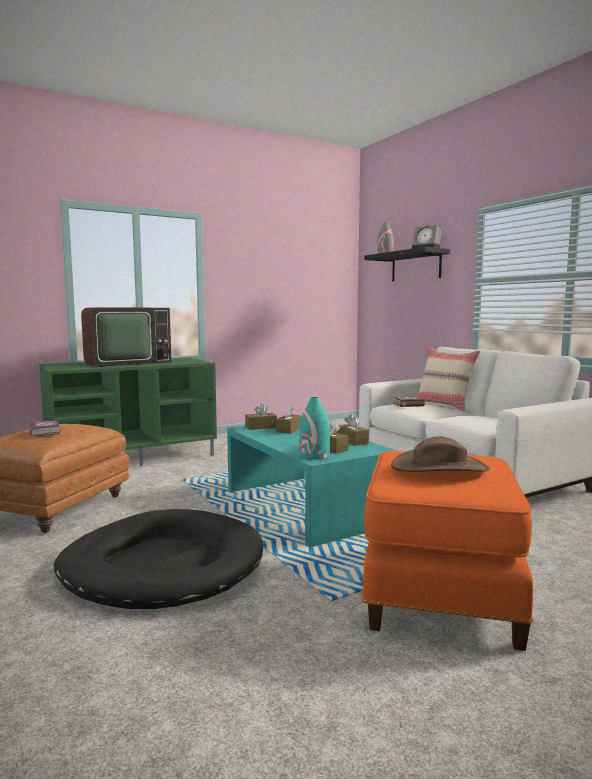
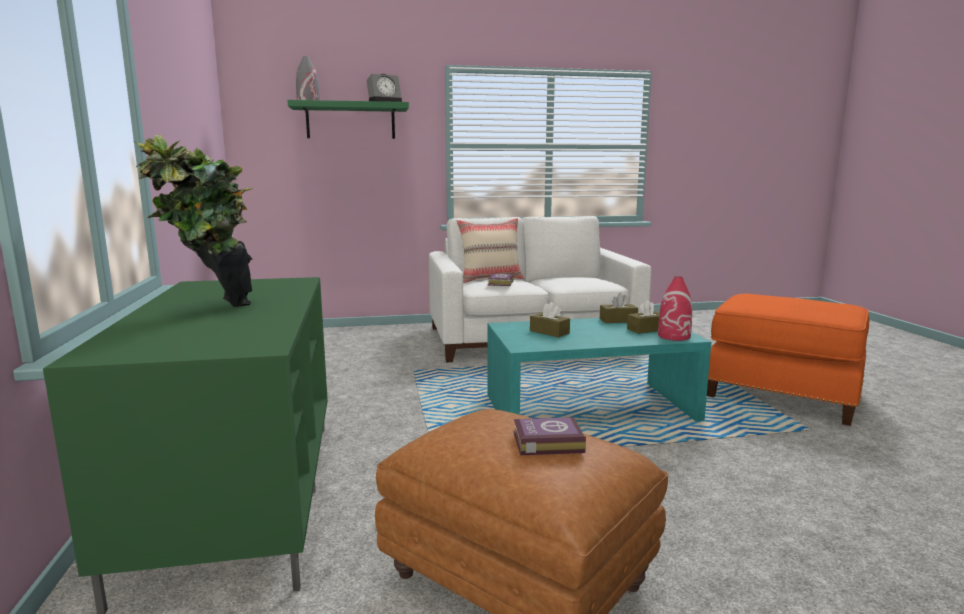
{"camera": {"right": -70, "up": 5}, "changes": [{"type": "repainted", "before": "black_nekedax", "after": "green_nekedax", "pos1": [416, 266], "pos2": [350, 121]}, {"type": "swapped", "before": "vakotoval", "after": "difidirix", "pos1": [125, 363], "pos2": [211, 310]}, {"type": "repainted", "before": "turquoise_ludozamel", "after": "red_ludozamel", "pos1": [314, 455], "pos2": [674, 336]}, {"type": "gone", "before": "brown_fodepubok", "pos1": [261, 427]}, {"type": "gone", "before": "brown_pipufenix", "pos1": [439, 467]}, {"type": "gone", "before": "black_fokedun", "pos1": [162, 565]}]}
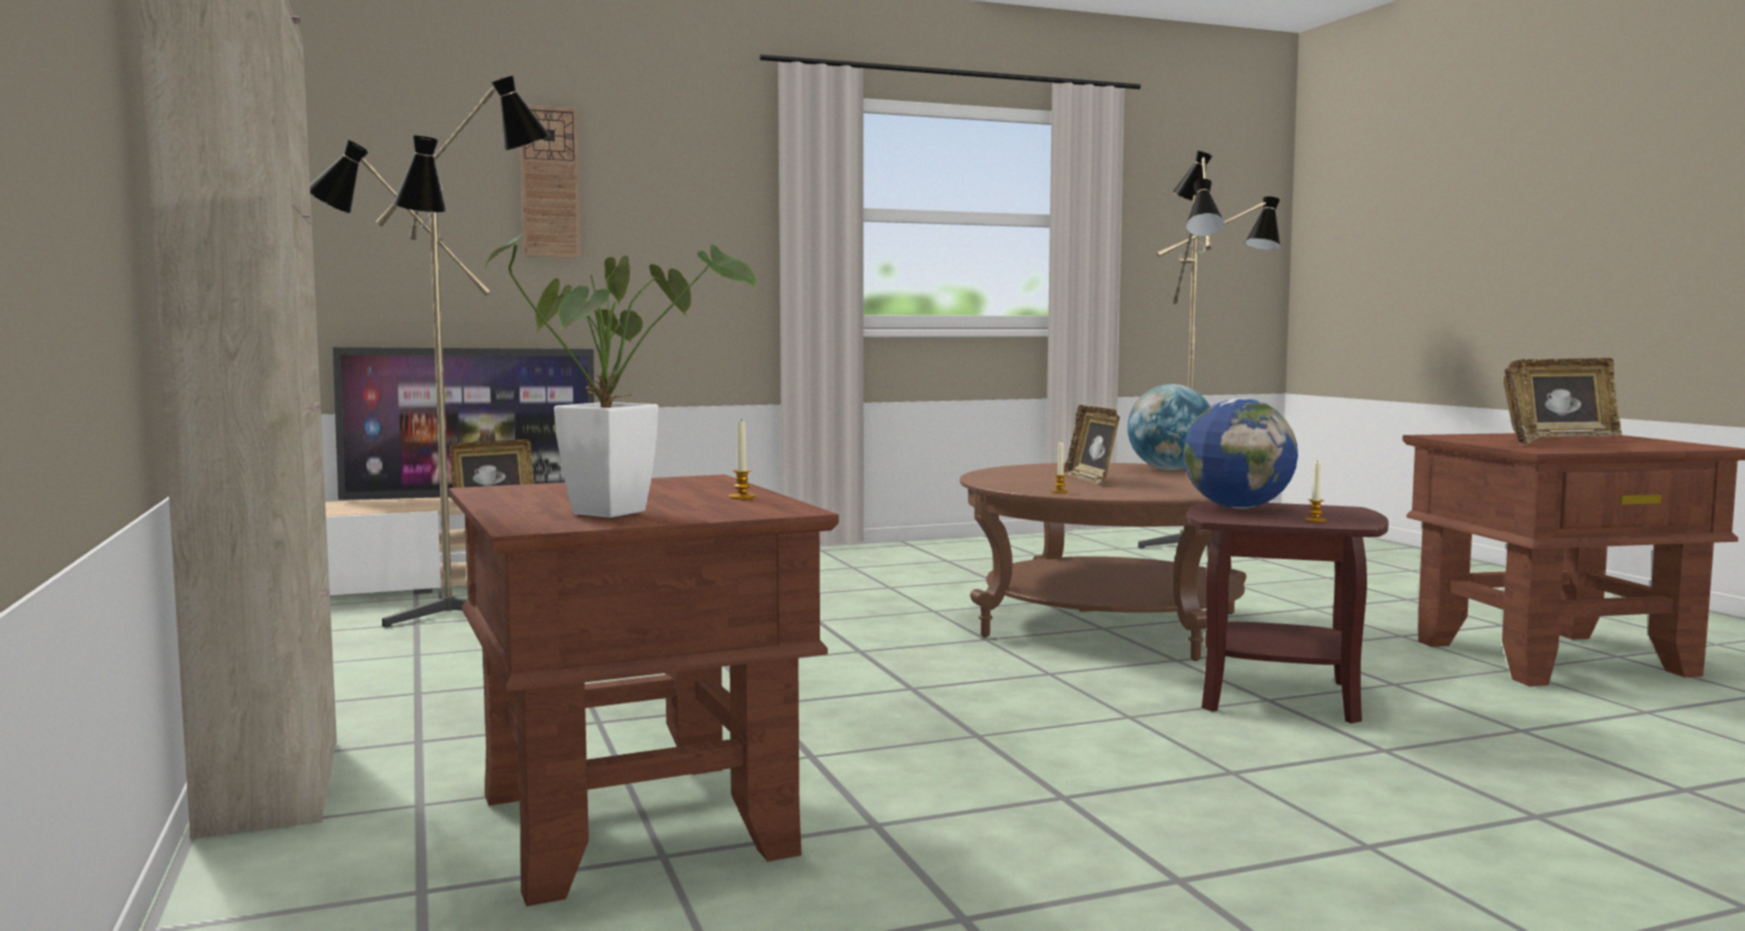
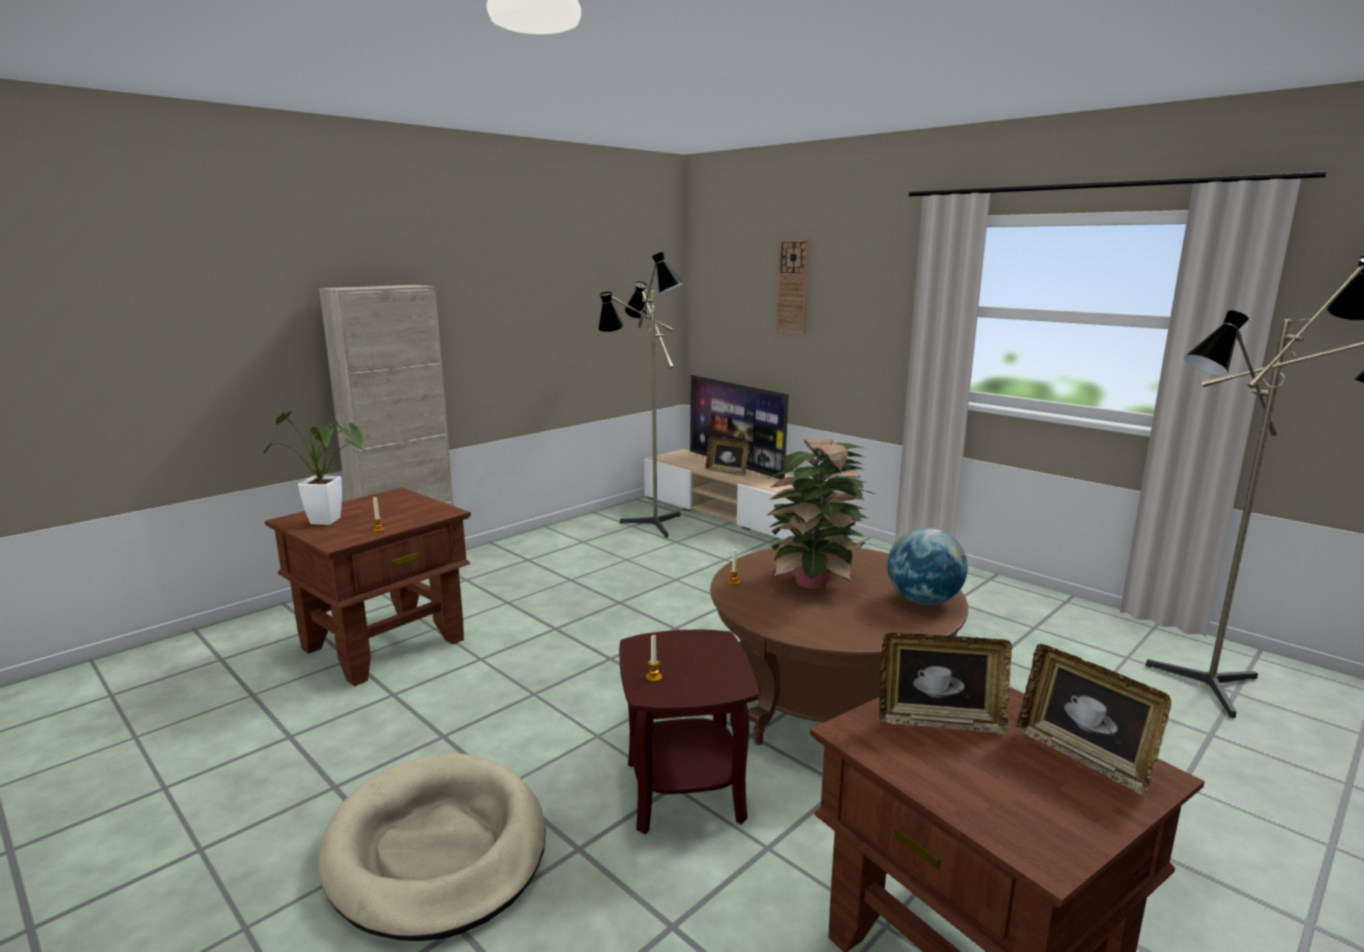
{"camera": {"right": 65, "up": 10}, "changes": [{"type": "gone", "before": "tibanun", "pos1": [1238, 508]}, {"type": "swapped", "before": "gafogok", "after": "difidirix", "pos1": [1091, 480], "pos2": [815, 583]}, {"type": "new", "after": "beige_fokedun", "pos2": [437, 850]}]}
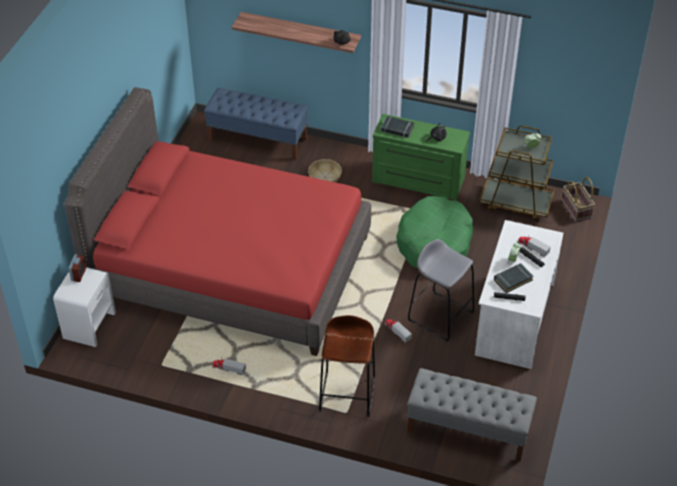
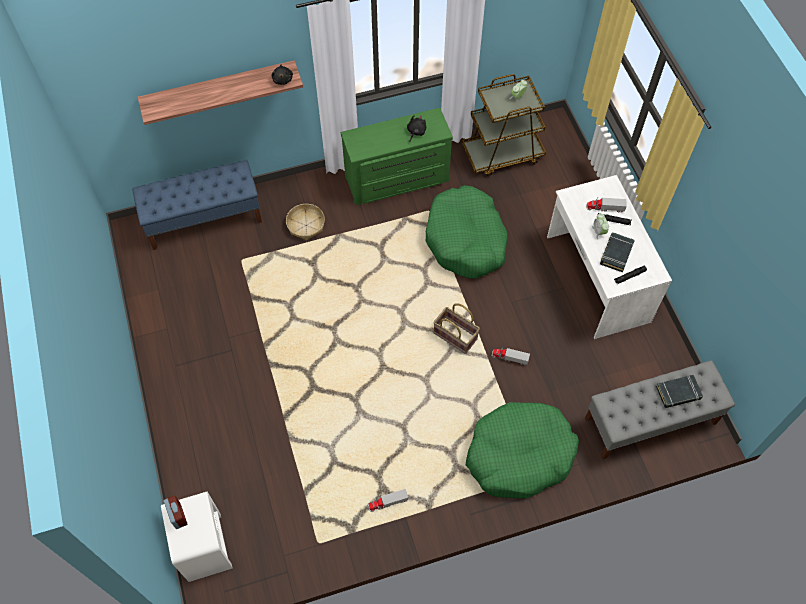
{"camera": {"right": -35, "up": 15}, "changes": [{"type": "gone", "before": "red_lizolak", "pos1": [230, 268]}, {"type": "shifted", "before": "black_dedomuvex", "pos1": [397, 129], "pos2": [678, 393]}, {"type": "shifted", "before": "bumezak", "pos1": [576, 209], "pos2": [456, 335]}, {"type": "gone", "before": "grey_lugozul", "pos1": [440, 316]}, {"type": "swapped", "before": "brown_lugozul", "after": "green_fokedun", "pos1": [347, 394], "pos2": [519, 455]}]}
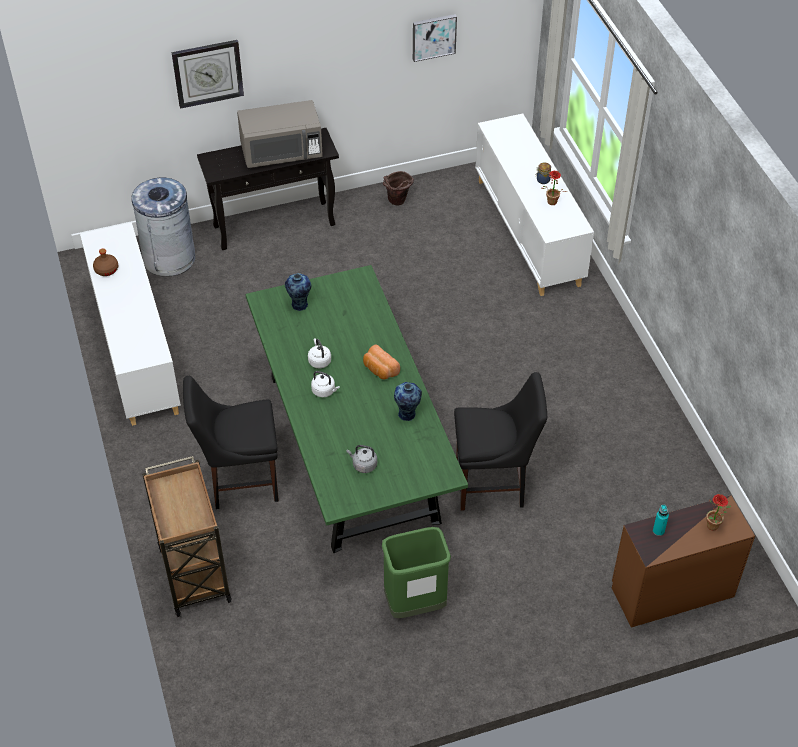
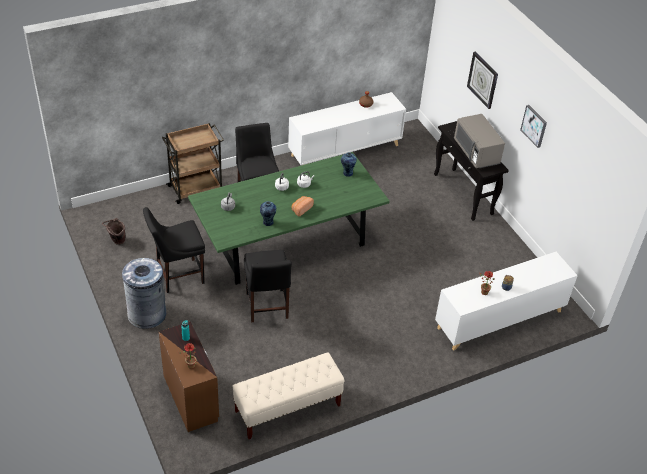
{"camera": {"right": 80, "up": -5}, "changes": [{"type": "shifted", "before": "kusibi", "pos1": [433, 36], "pos2": [534, 125]}, {"type": "shifted", "before": "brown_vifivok", "pos1": [397, 203], "pos2": [116, 241]}, {"type": "shifted", "before": "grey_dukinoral", "pos1": [169, 258], "pos2": [147, 314]}, {"type": "swapped", "before": "green_dukinoral", "after": "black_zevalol", "pos1": [415, 605], "pos2": [177, 276]}, {"type": "new", "after": "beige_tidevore", "pos2": [287, 409]}]}
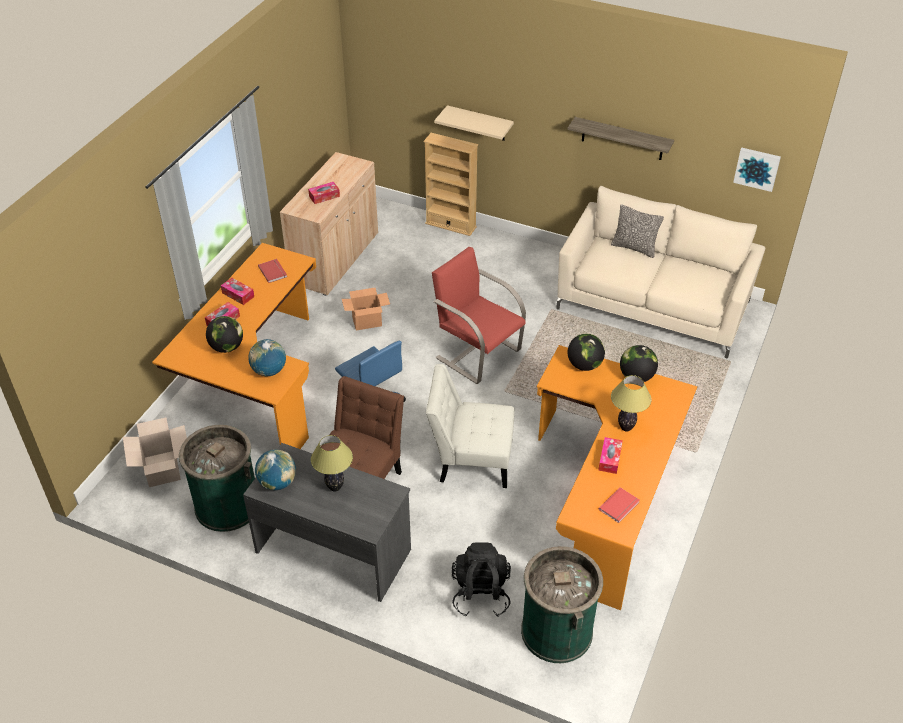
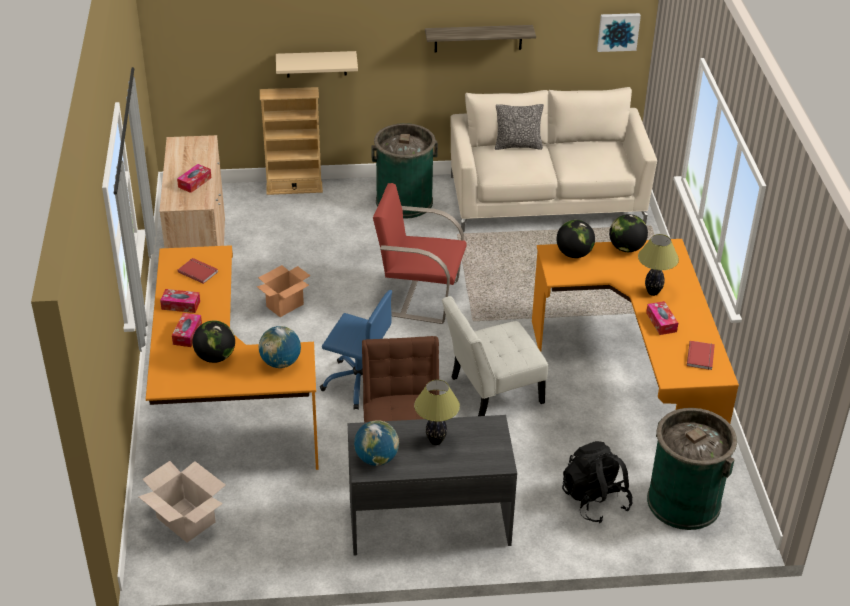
{"camera": {"right": -30, "up": -5}, "changes": [{"type": "shifted", "before": "green_dukinoral", "pos1": [227, 505], "pos2": [404, 201]}]}
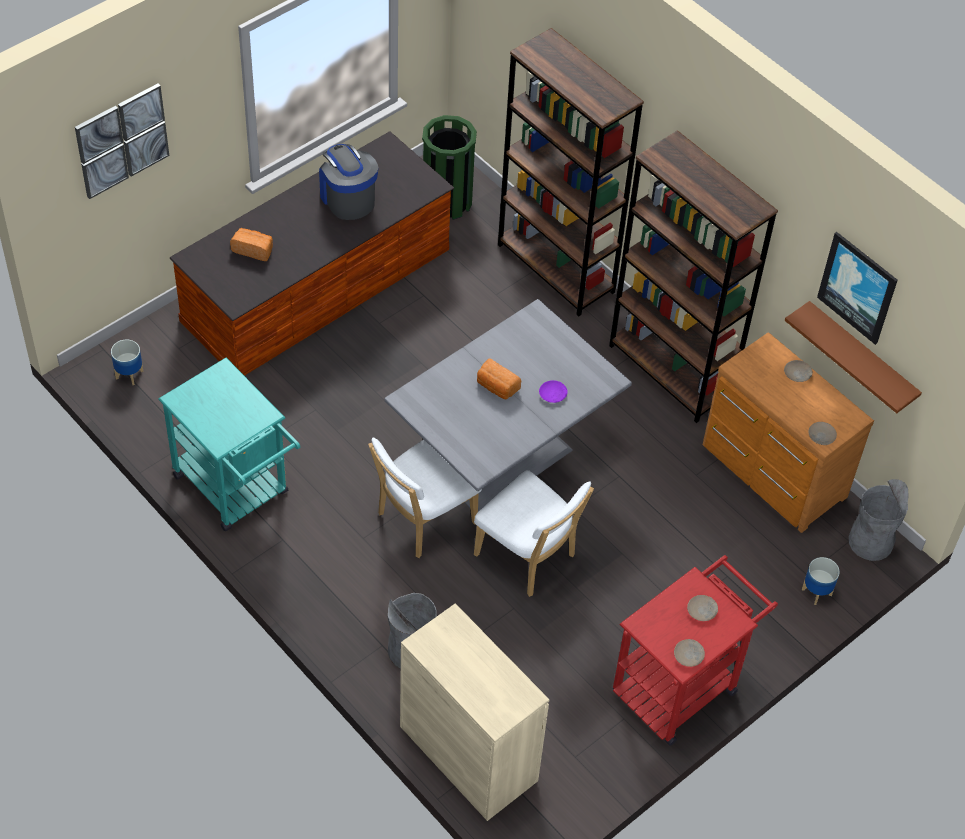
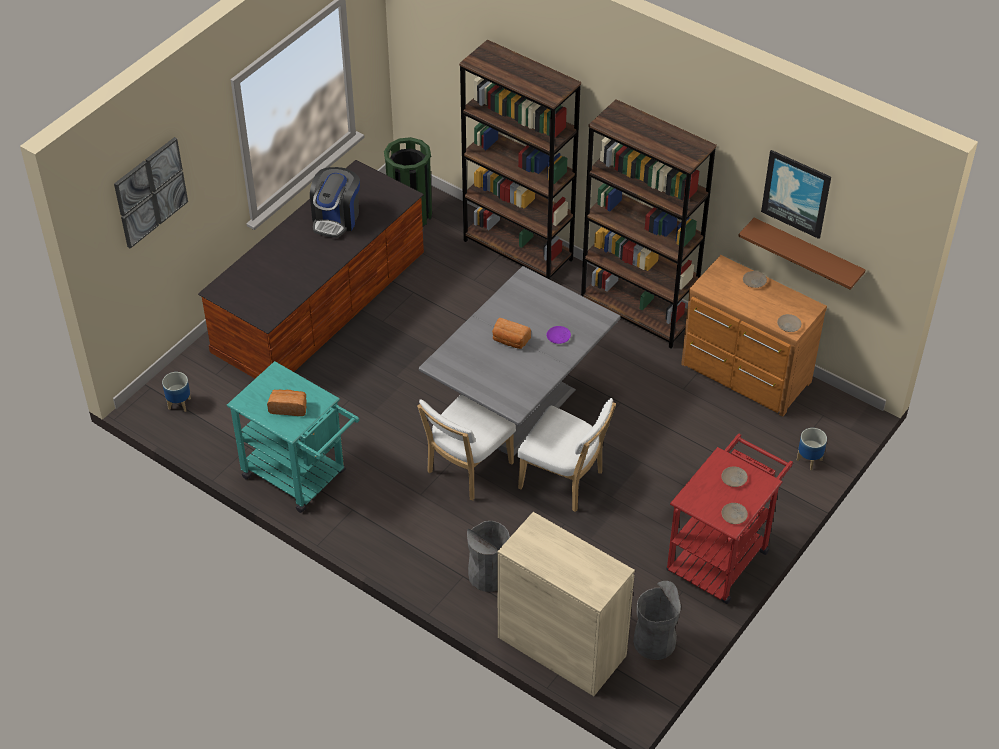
{"camera": {"right": -10, "up": -5}, "changes": [{"type": "rotated", "before": "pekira", "pos1": [347, 198], "pos2": [336, 218], "turn": -120}, {"type": "shifted", "before": "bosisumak", "pos1": [253, 250], "pos2": [289, 408]}, {"type": "shifted", "before": "grey_dukinoral", "pos1": [870, 542], "pos2": [654, 642]}]}
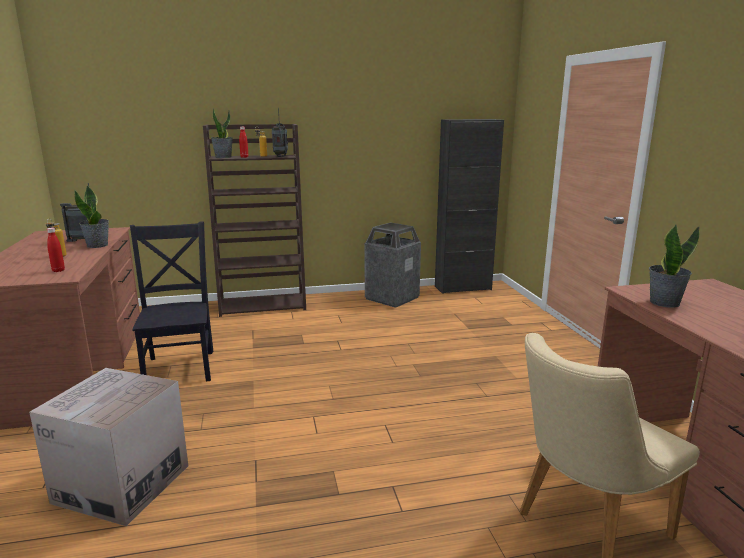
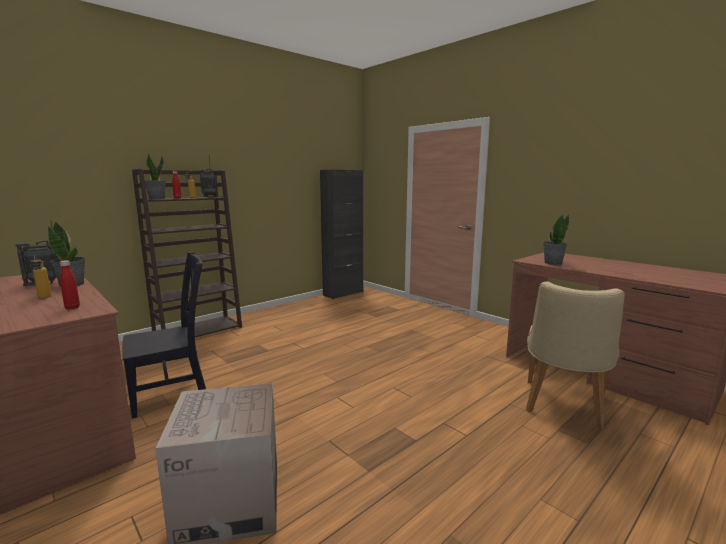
{"camera": {"right": -30, "up": -5}, "changes": [{"type": "rotated", "before": "black_zevalol", "pos1": [180, 367], "pos2": [173, 393], "turn": 105}, {"type": "gone", "before": "dukinoral", "pos1": [391, 298]}]}
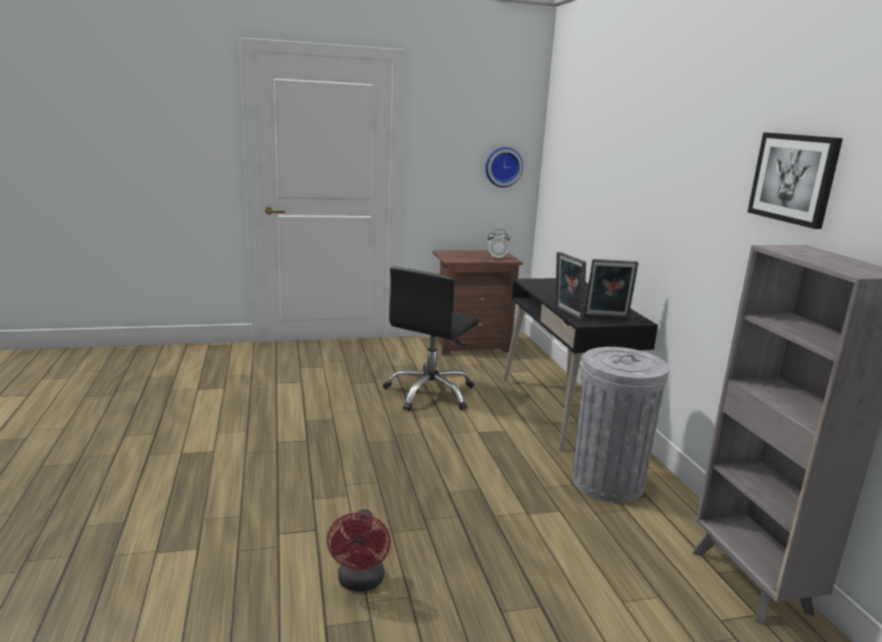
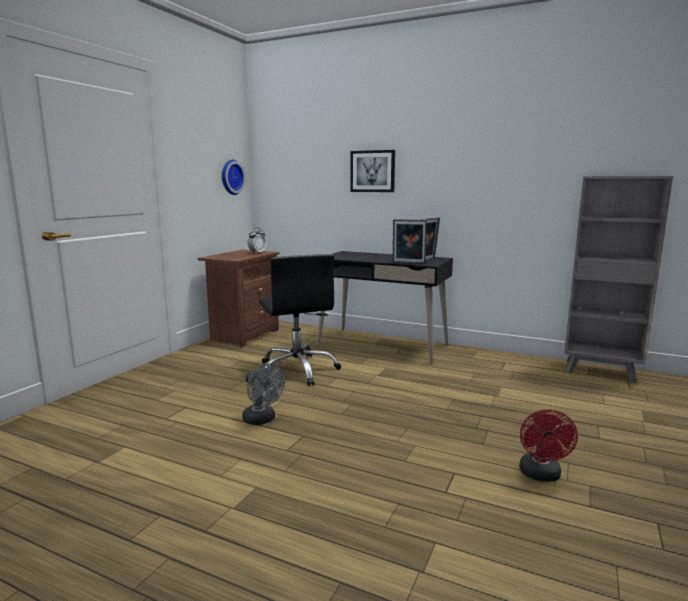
{"camera": {"right": -50, "up": -5}, "changes": [{"type": "shifted", "before": "kusibi", "pos1": [794, 178], "pos2": [372, 171]}, {"type": "gone", "before": "grey_dukinoral", "pos1": [607, 482]}, {"type": "rotated", "before": "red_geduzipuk", "pos1": [360, 582], "pos2": [541, 475], "turn": 60}, {"type": "new", "after": "grey_geduzipuk", "pos2": [262, 420]}]}
